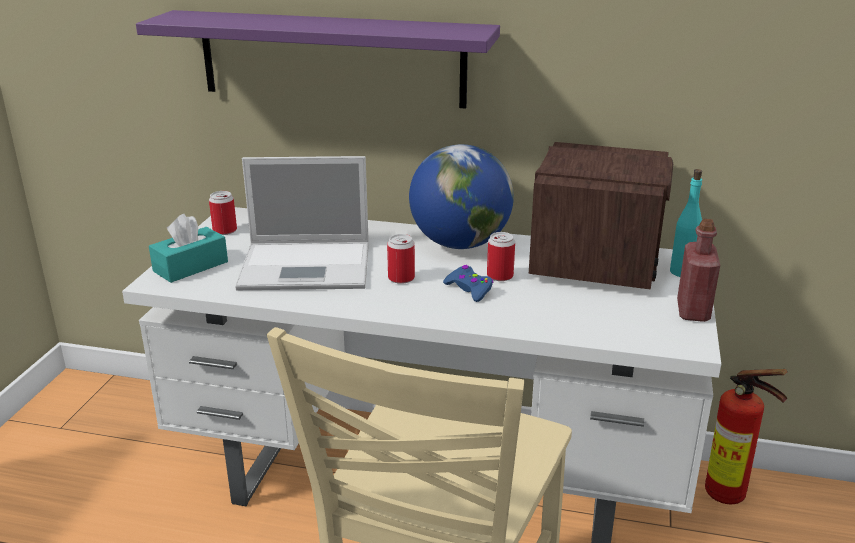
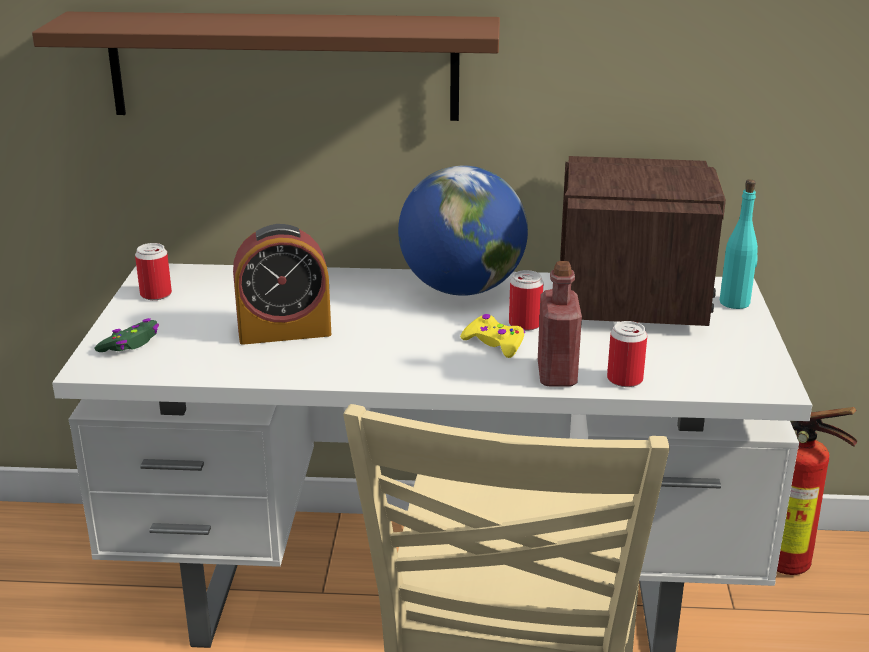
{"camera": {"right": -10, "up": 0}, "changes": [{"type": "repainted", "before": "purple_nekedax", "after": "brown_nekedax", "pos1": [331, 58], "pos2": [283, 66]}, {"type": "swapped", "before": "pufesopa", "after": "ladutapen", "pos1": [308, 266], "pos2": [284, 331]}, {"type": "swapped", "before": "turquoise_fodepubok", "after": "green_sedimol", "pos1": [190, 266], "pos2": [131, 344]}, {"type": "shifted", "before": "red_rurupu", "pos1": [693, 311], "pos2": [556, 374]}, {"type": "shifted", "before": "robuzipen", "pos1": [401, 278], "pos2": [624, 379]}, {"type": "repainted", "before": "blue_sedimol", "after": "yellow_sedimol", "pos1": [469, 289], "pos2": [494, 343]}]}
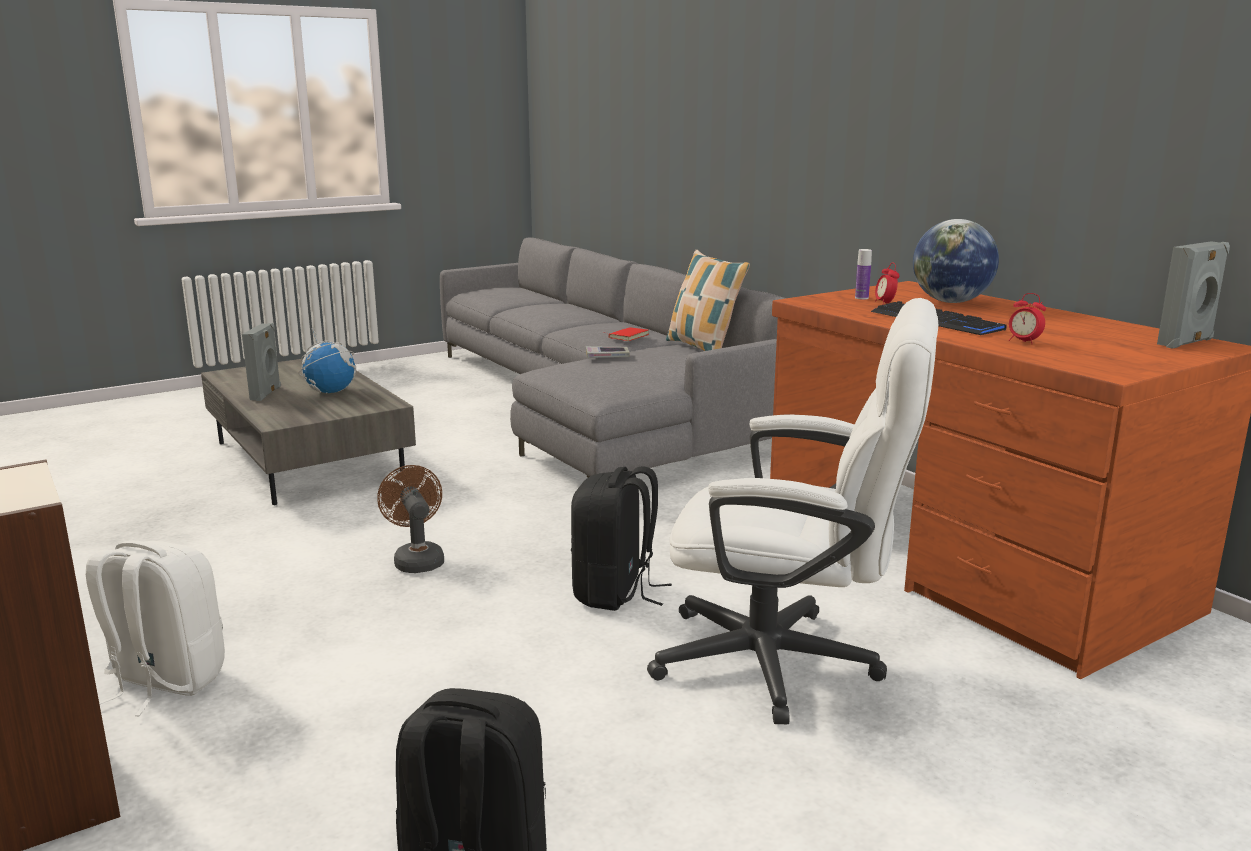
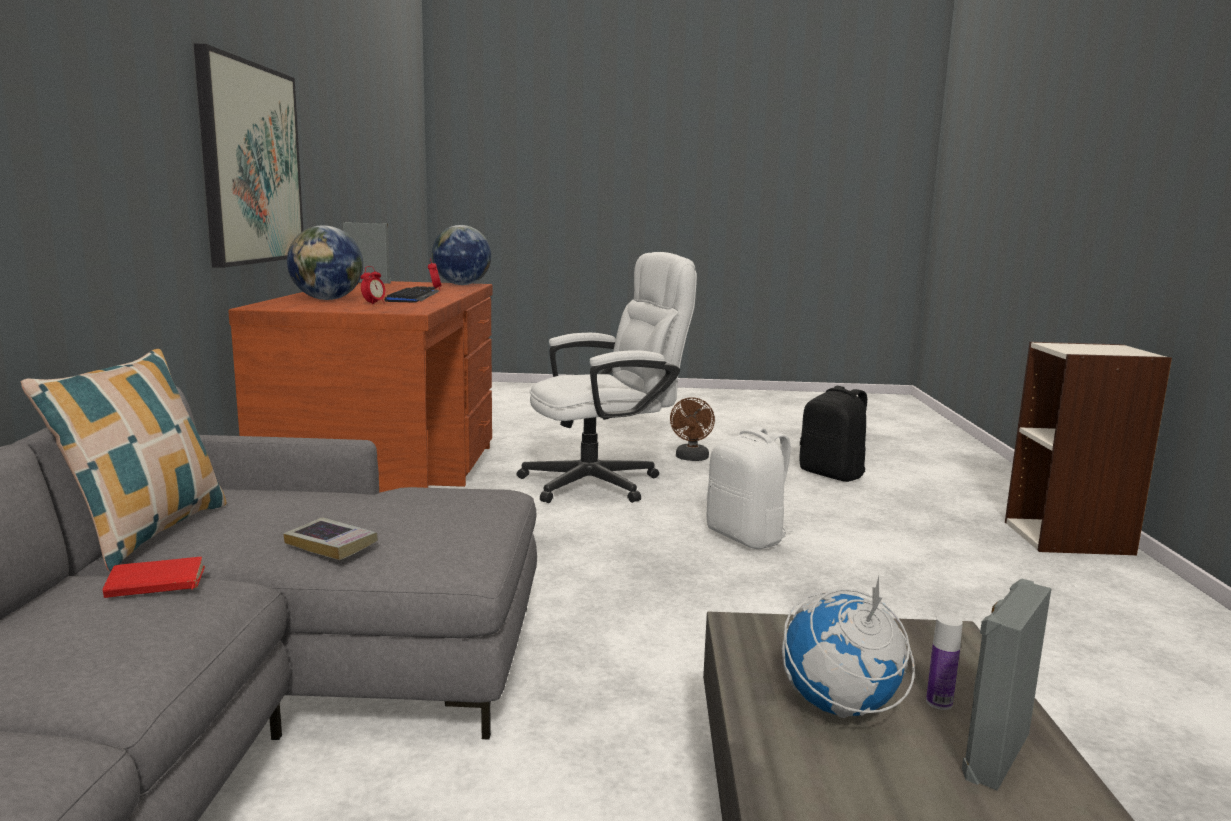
{"camera": {"right": -145, "up": -5}, "changes": [{"type": "shifted", "before": "rurupu", "pos1": [861, 298], "pos2": [939, 702]}, {"type": "rotated", "before": "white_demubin", "pos1": [787, 664], "pos2": [604, 482], "turn": 105}, {"type": "shifted", "before": "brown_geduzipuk", "pos1": [417, 559], "pos2": [691, 458]}, {"type": "gone", "before": "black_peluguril", "pos1": [615, 593]}, {"type": "shifted", "before": "white_peluguril", "pos1": [164, 682], "pos2": [747, 537]}, {"type": "new", "after": "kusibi", "pos2": [251, 164]}, {"type": "new", "after": "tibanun", "pos2": [461, 285]}]}
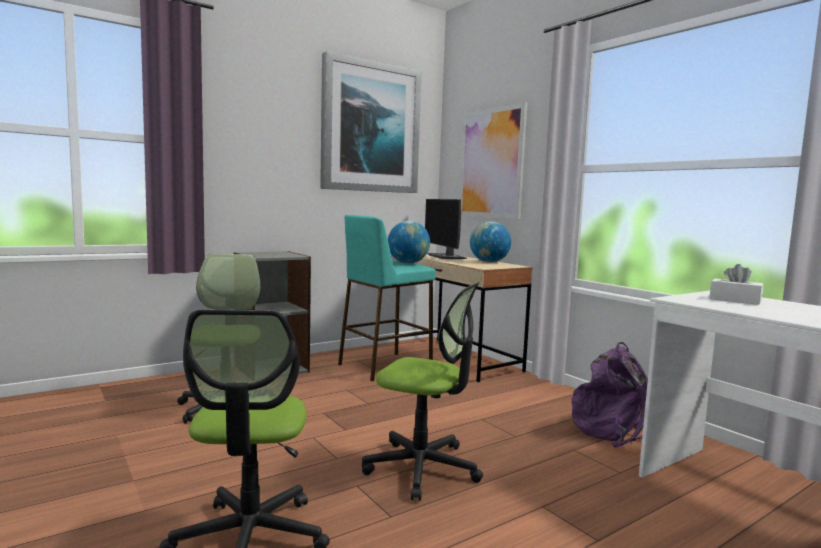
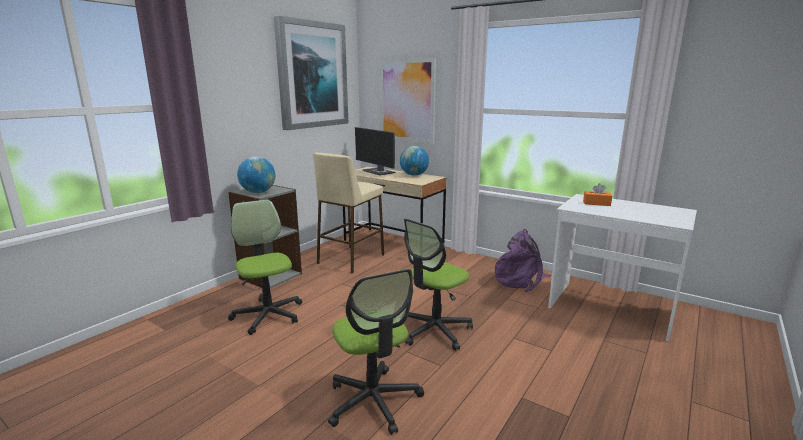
{"camera": {"right": -20, "up": 10}, "changes": [{"type": "repainted", "before": "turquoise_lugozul", "after": "beige_lugozul", "pos1": [384, 366], "pos2": [350, 259]}, {"type": "shifted", "before": "tibanun", "pos1": [408, 263], "pos2": [258, 192]}, {"type": "repainted", "before": "white_fodepubok", "after": "orange_fodepubok", "pos1": [735, 300], "pos2": [596, 203]}, {"type": "rotated", "before": "demubin", "pos1": [422, 468], "pos2": [434, 330], "turn": 135}]}
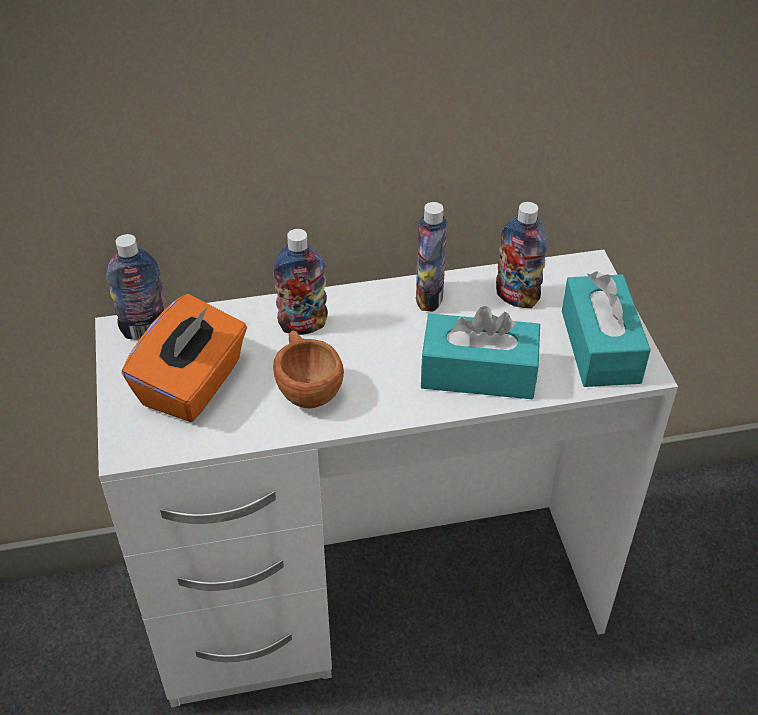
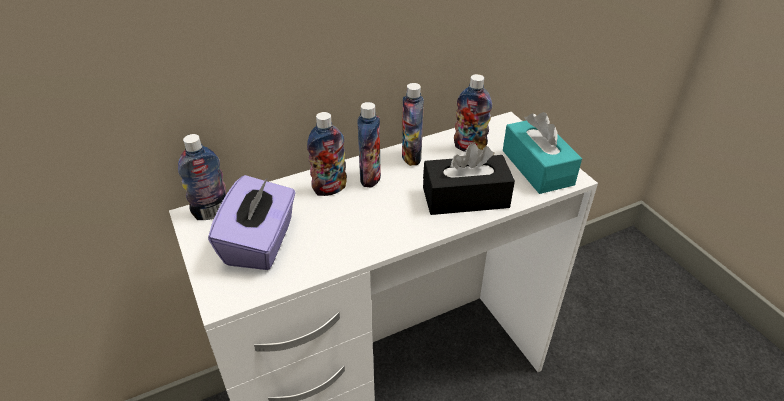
{"camera": {"right": -15, "up": -5}, "changes": [{"type": "repainted", "before": "orange_fodepubok", "after": "purple_fodepubok", "pos1": [193, 384], "pos2": [261, 243]}, {"type": "repainted", "before": "turquoise_fodepubok", "after": "black_fodepubok", "pos1": [478, 373], "pos2": [465, 198]}, {"type": "gone", "before": "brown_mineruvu", "pos1": [306, 387]}, {"type": "new", "after": "rurupu", "pos2": [370, 178]}]}
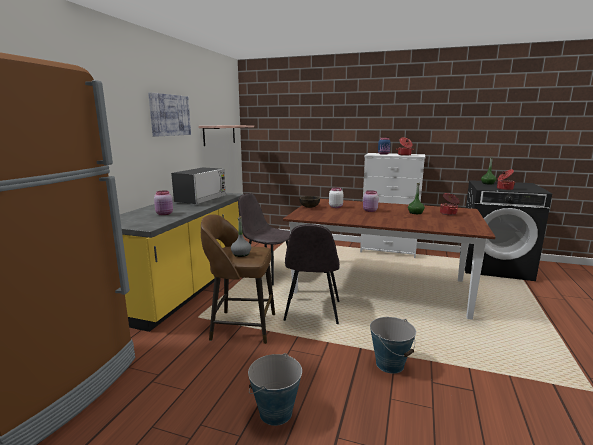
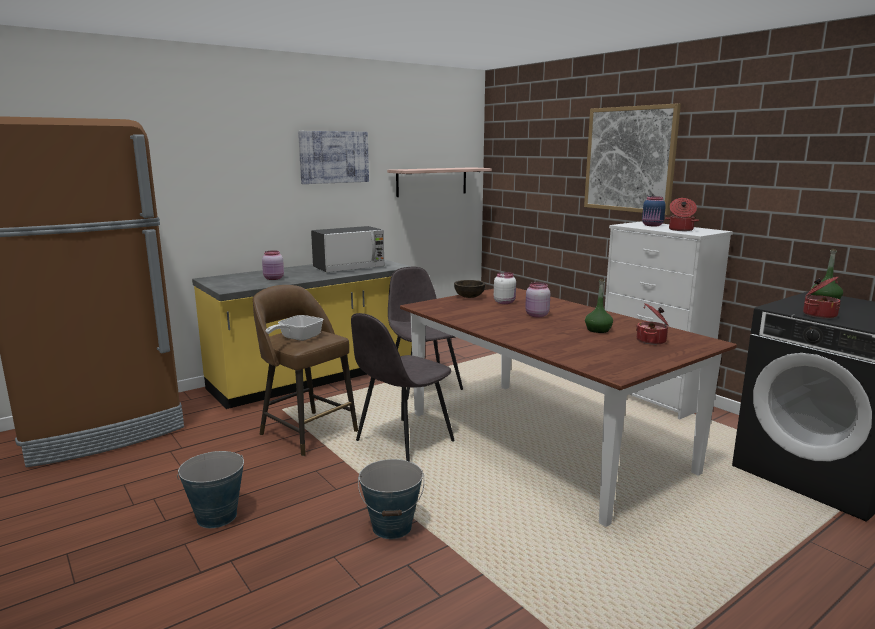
{"camera": {"right": 35, "up": 0}, "changes": [{"type": "swapped", "before": "grey_rurupu", "after": "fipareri", "pos1": [241, 254], "pos2": [297, 338]}, {"type": "new", "after": "kusibi", "pos2": [629, 159]}]}
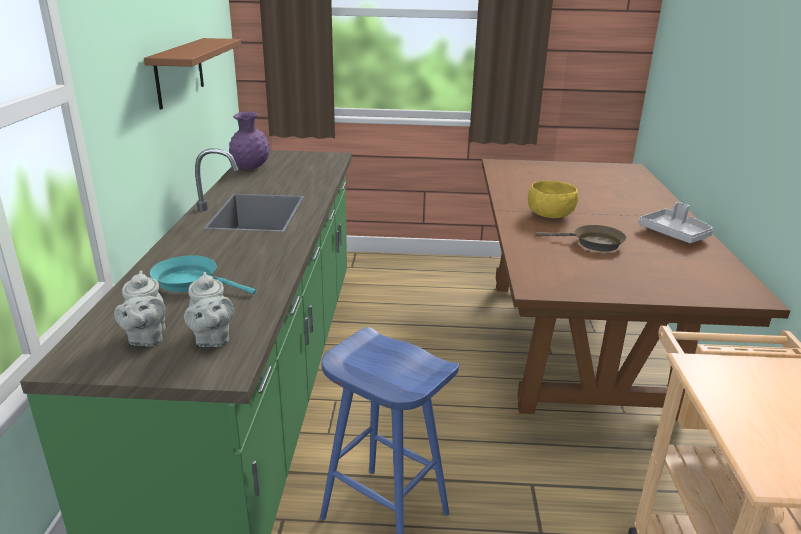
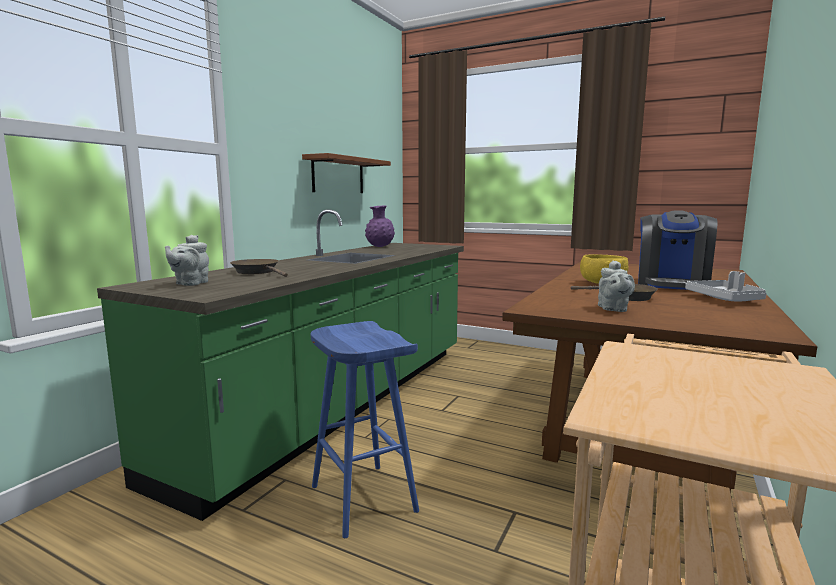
{"camera": {"right": 25, "up": -15}, "changes": [{"type": "repainted", "before": "turquoise_fipareri", "after": "brown_fipareri", "pos1": [191, 282], "pos2": [258, 272]}, {"type": "shifted", "before": "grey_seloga", "pos1": [212, 339], "pos2": [613, 309]}, {"type": "new", "after": "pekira", "pos2": [672, 284]}]}
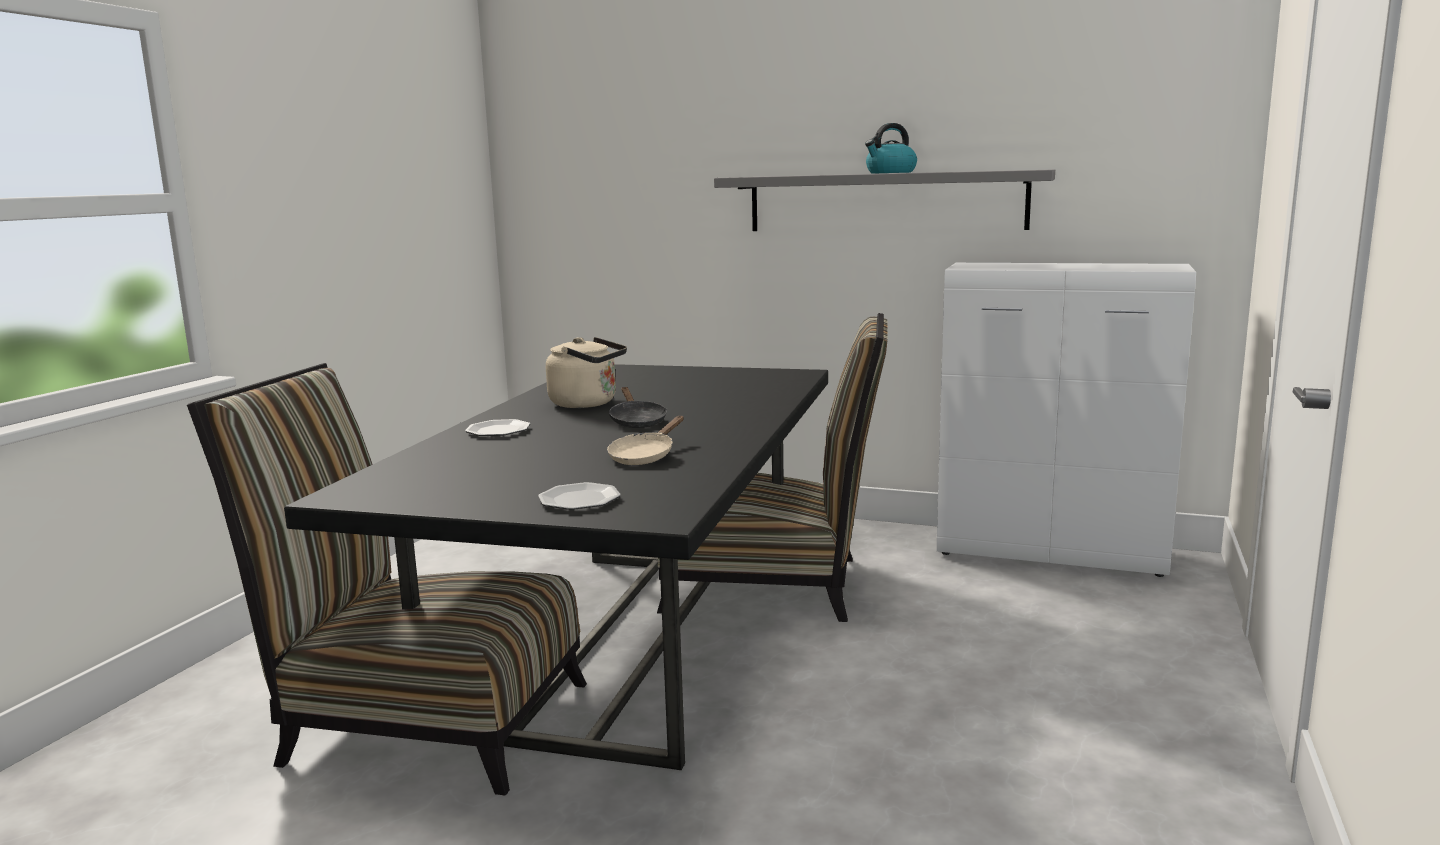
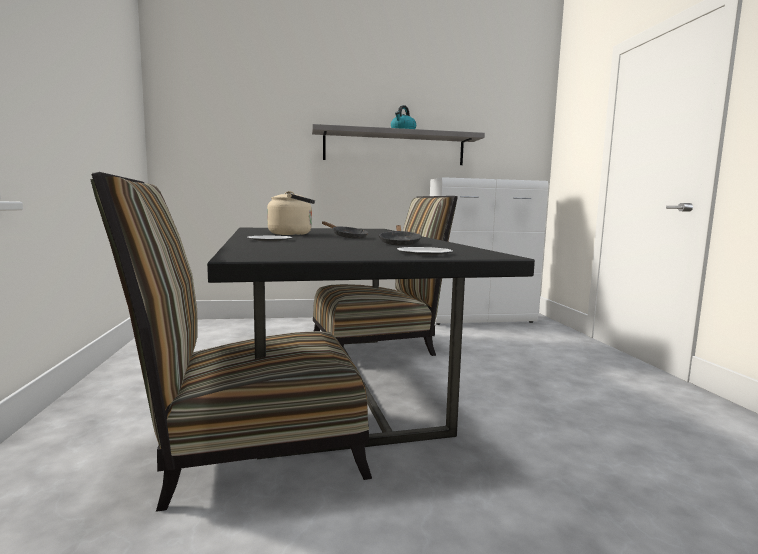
{"camera": {"right": -30, "up": -5}, "changes": [{"type": "repainted", "before": "beige_fipareri", "after": "black_fipareri", "pos1": [645, 456], "pos2": [399, 243]}]}
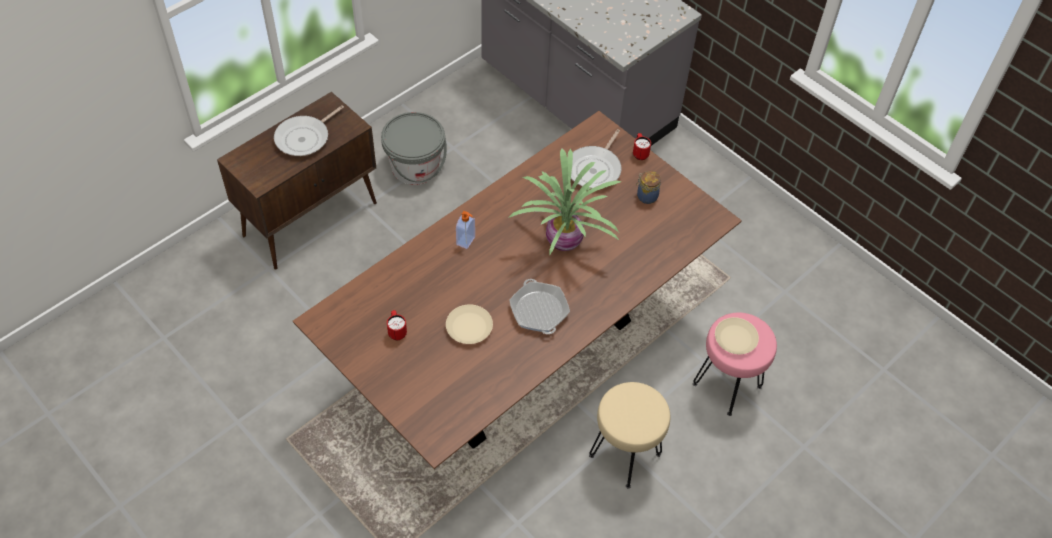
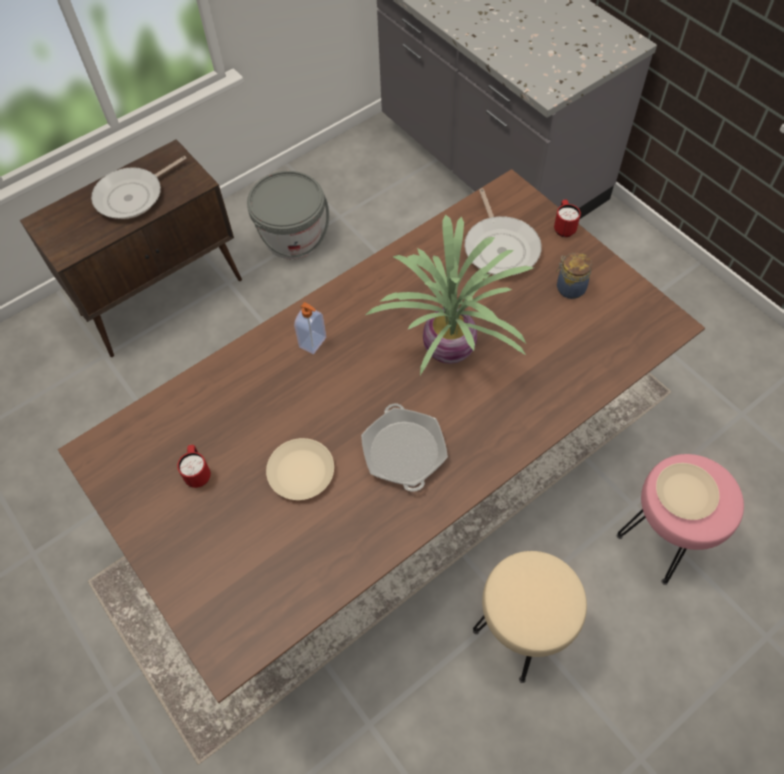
{"camera": {"right": 10, "up": 5}, "changes": [{"type": "rotated", "before": "fipareri", "pos1": [595, 169], "pos2": [500, 247], "turn": -45}]}
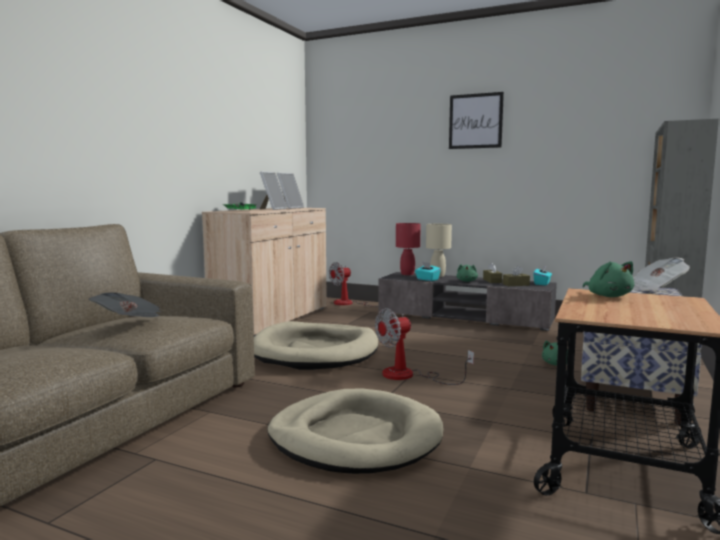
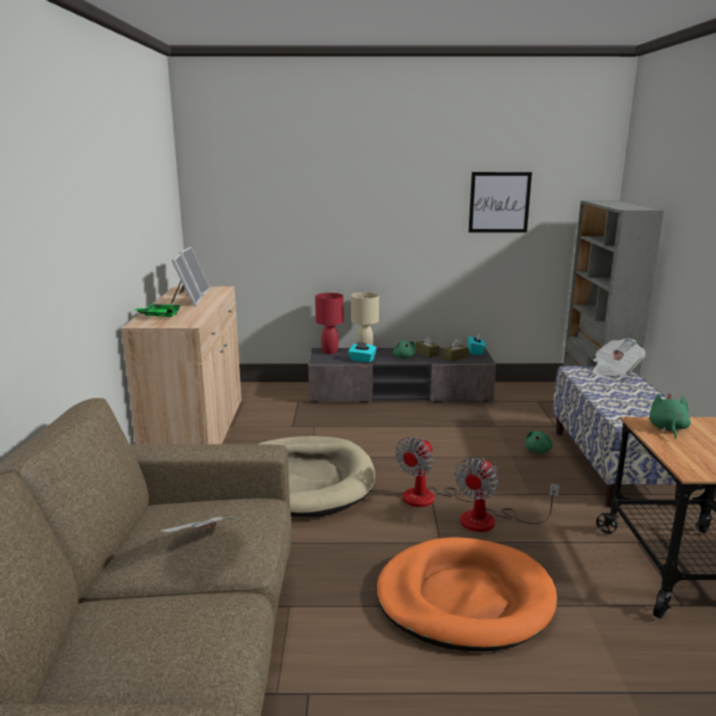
{"camera": {"right": -25, "up": 10}, "changes": [{"type": "shifted", "before": "kusibi", "pos1": [475, 121], "pos2": [499, 202]}, {"type": "rotated", "before": "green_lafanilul", "pos1": [608, 296], "pos2": [667, 429], "turn": -120}, {"type": "shifted", "before": "geduzipuk", "pos1": [350, 303], "pos2": [490, 521]}, {"type": "repainted", "before": "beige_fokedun", "after": "orange_fokedun", "pos1": [355, 437], "pos2": [464, 598]}]}
